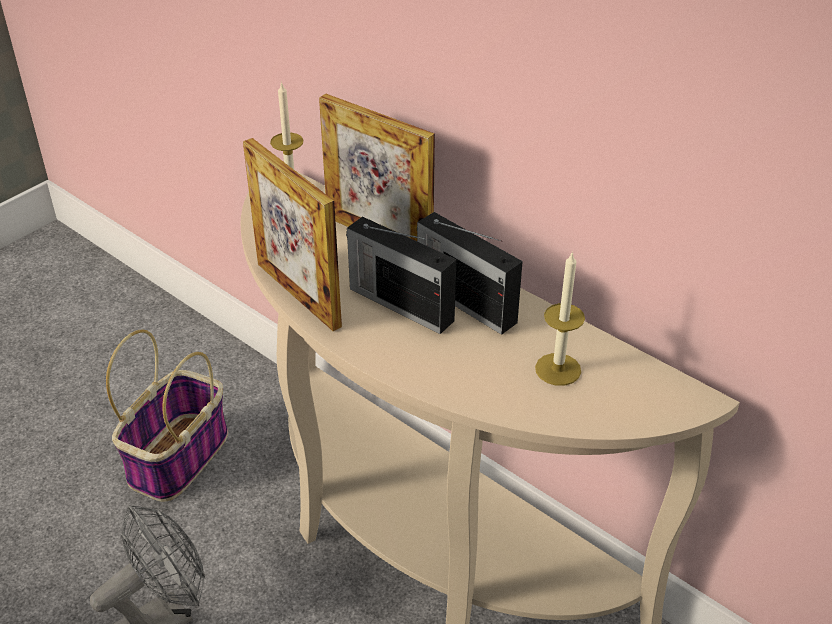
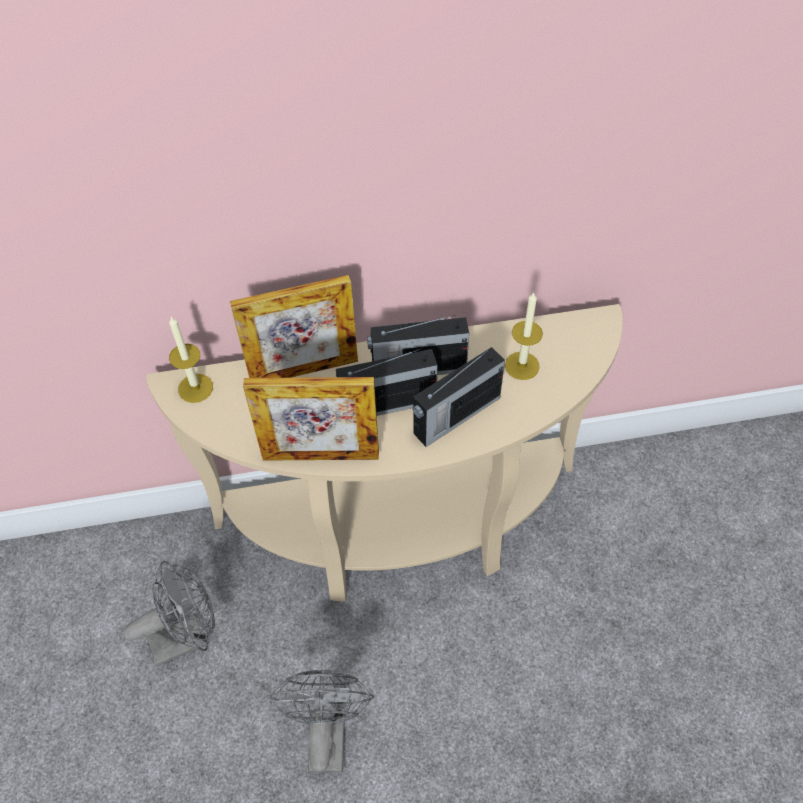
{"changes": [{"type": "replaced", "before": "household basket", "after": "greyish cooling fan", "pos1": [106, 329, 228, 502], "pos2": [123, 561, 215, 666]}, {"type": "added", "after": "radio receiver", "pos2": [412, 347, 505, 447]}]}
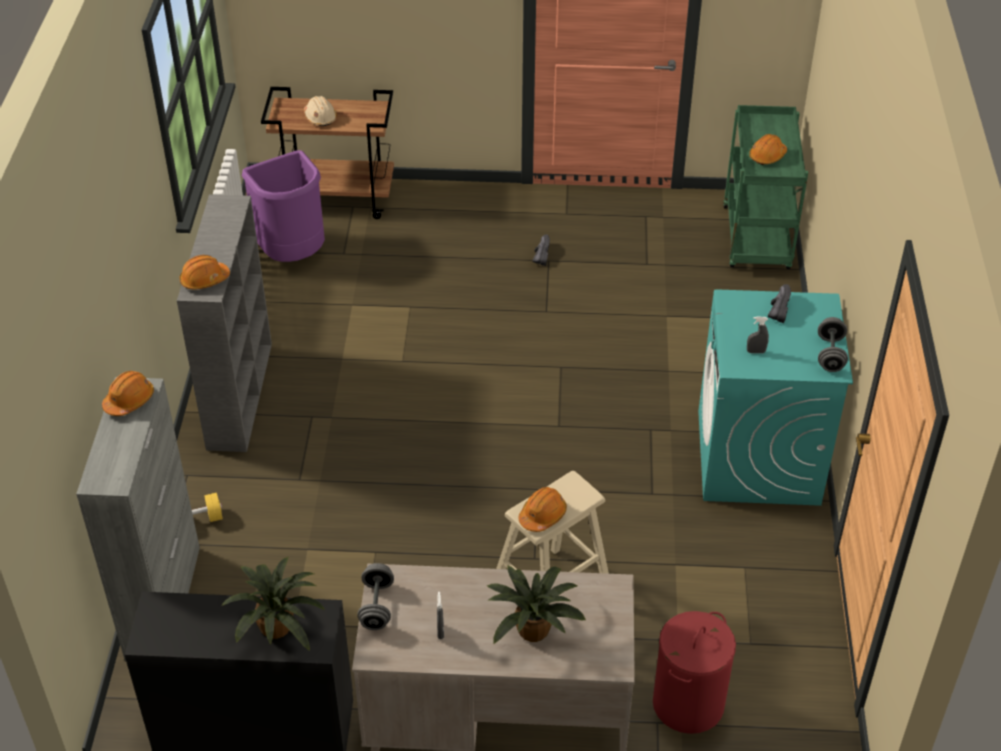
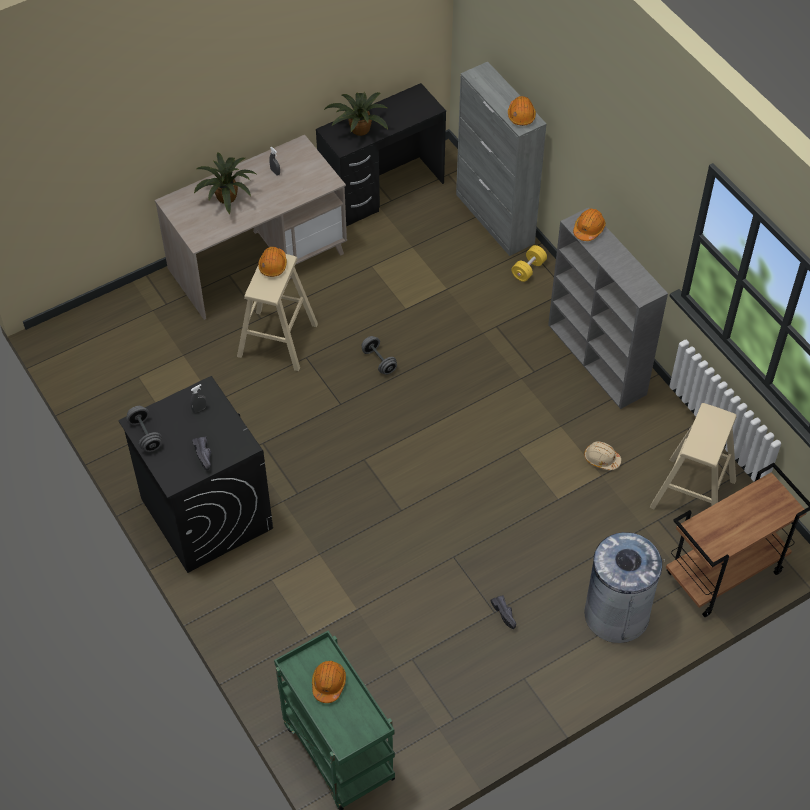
{"changes": [{"type": "moved", "before": "sand-coloured work helmet", "pos1": [304, 96, 337, 126], "pos2": [584, 441, 621, 470]}, {"type": "replaced", "before": "purple rubbish bin", "after": "sand-coloured stool", "pos1": [242, 150, 325, 262], "pos2": [650, 403, 737, 509]}, {"type": "recoloured", "before": "blue-green laundry appliance", "after": "blackish laundry appliance", "pos1": [698, 289, 853, 506], "pos2": [118, 376, 273, 573]}, {"type": "moved", "before": "greyish dumbbell", "pos1": [358, 563, 394, 630], "pos2": [361, 336, 397, 375]}, {"type": "removed", "before": "reddish washing basket", "pos1": [653, 611, 736, 734]}, {"type": "added", "after": "greyish rubbish bin", "pos2": [584, 532, 665, 643]}]}
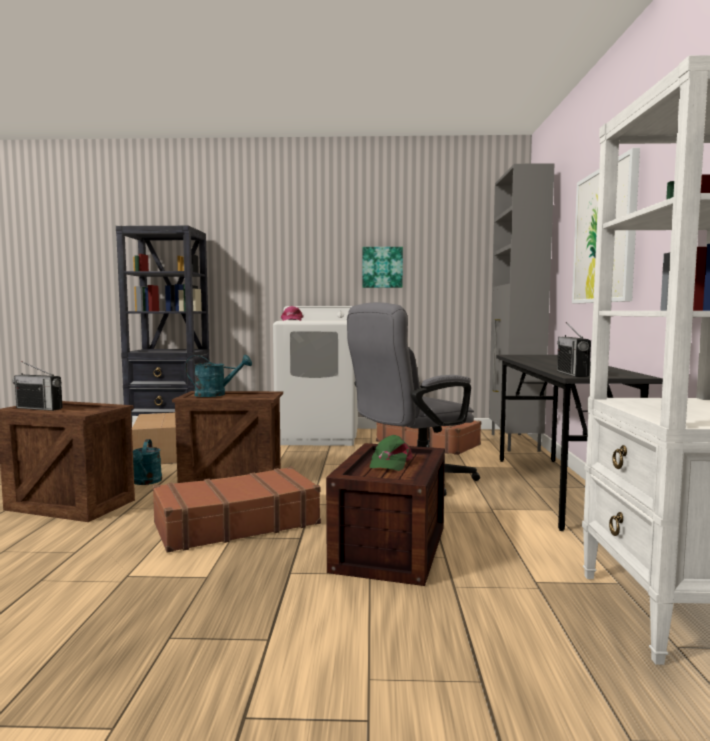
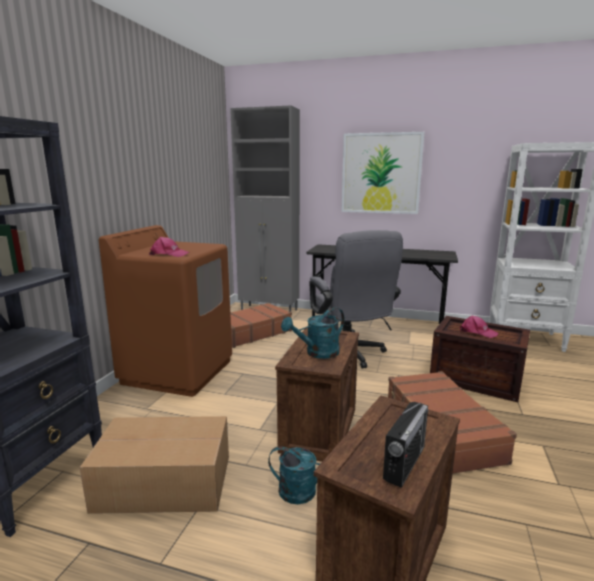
{"changes": [{"type": "removed", "before": "wall picture", "pos1": [362, 247, 403, 288]}, {"type": "recoloured", "before": "whitish laundry appliance", "after": "brown-coloured laundry appliance", "pos1": [273, 306, 358, 446], "pos2": [99, 225, 232, 397]}, {"type": "removed", "before": "radio receiver", "pos1": [557, 322, 591, 377]}, {"type": "turned", "before": "blue-green sprinkling can", "pos1": [185, 355, 252, 397], "pos2": [281, 307, 344, 359], "turn": -135}, {"type": "recoloured", "before": "green baseball cap", "after": "pink-coloured baseball cap", "pos1": [370, 435, 413, 471], "pos2": [460, 316, 498, 338]}]}
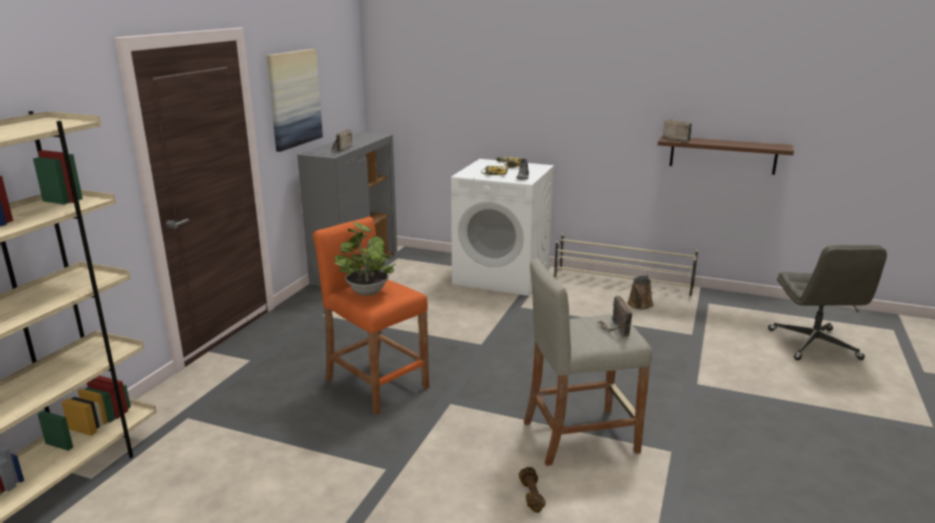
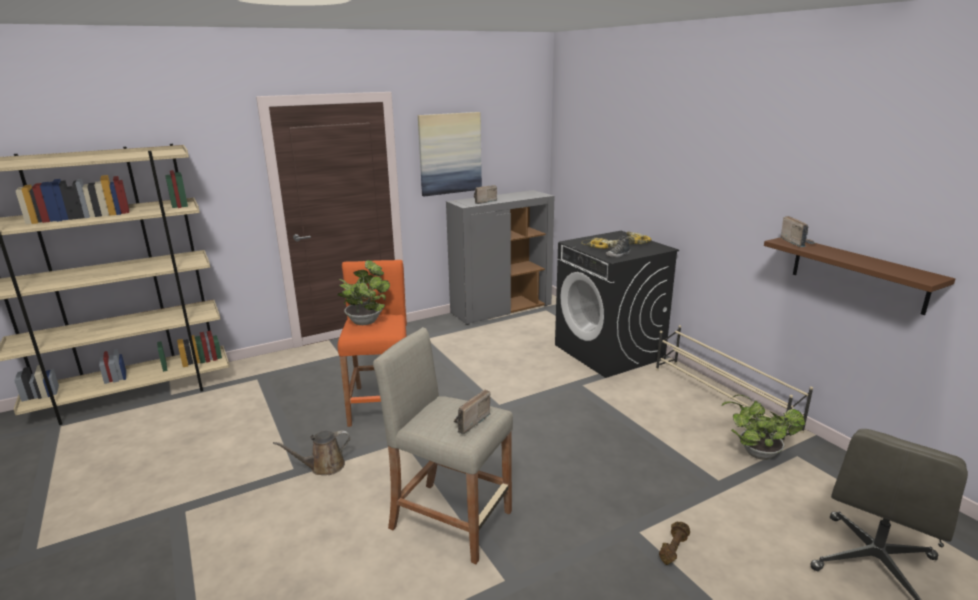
{"changes": [{"type": "recoloured", "before": "whitish laundry appliance", "after": "blackish laundry appliance", "pos1": [451, 159, 554, 296], "pos2": [555, 231, 679, 378]}, {"type": "moved", "before": "brown-coloured sprinkling can", "pos1": [627, 274, 653, 309], "pos2": [273, 430, 350, 475]}, {"type": "moved", "before": "brown-coloured dumbbell", "pos1": [519, 467, 546, 513], "pos2": [659, 522, 690, 565]}, {"type": "added", "after": "houseplant", "pos2": [721, 395, 805, 460]}]}
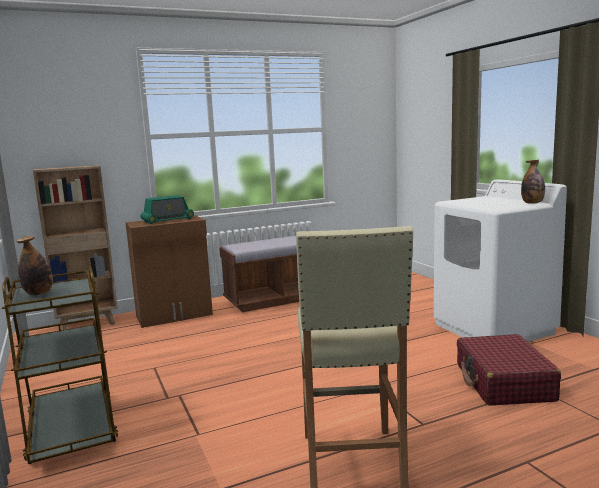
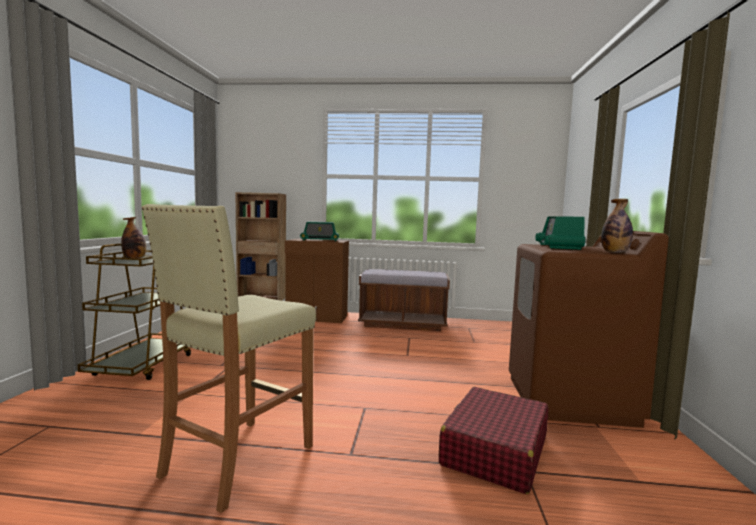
{"changes": [{"type": "recoloured", "before": "whitish laundry appliance", "after": "brown-coloured laundry appliance", "pos1": [434, 179, 567, 342], "pos2": [509, 231, 669, 428]}, {"type": "added", "after": "radio receiver", "pos2": [535, 216, 585, 250]}]}
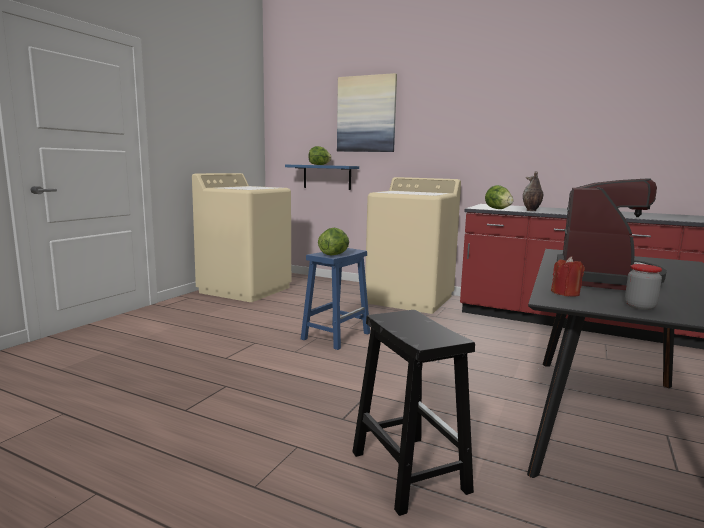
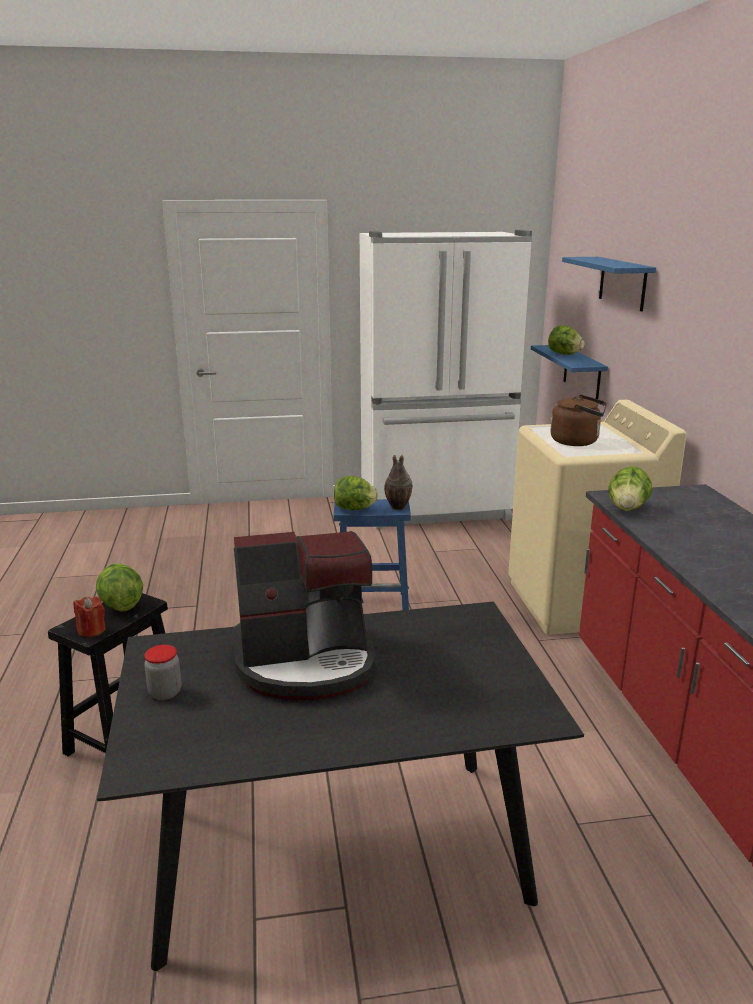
{"changes": [{"type": "replaced", "before": "wall picture", "after": "bluish shelf", "pos1": [337, 73, 397, 152], "pos2": [562, 257, 656, 312]}, {"type": "moved", "before": "flower vase", "pos1": [523, 172, 543, 211], "pos2": [384, 455, 413, 510]}, {"type": "replaced", "before": "sand-coloured laundry appliance", "after": "whitish fridge", "pos1": [192, 173, 291, 302], "pos2": [360, 230, 532, 529]}, {"type": "moved", "before": "reddish candle", "pos1": [551, 256, 585, 297], "pos2": [74, 596, 106, 637]}, {"type": "added", "after": "brown-coloured tea kettle", "pos2": [550, 394, 607, 446]}, {"type": "added", "after": "head of lettuce", "pos2": [96, 563, 143, 612]}]}
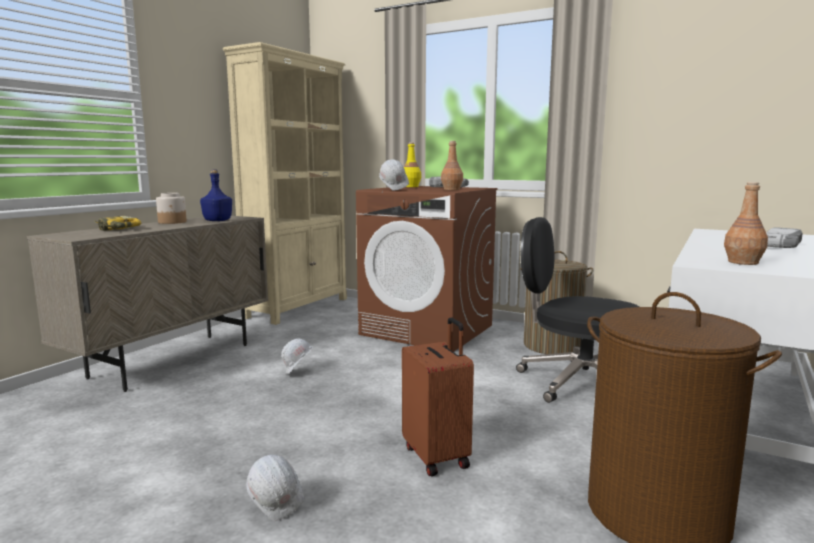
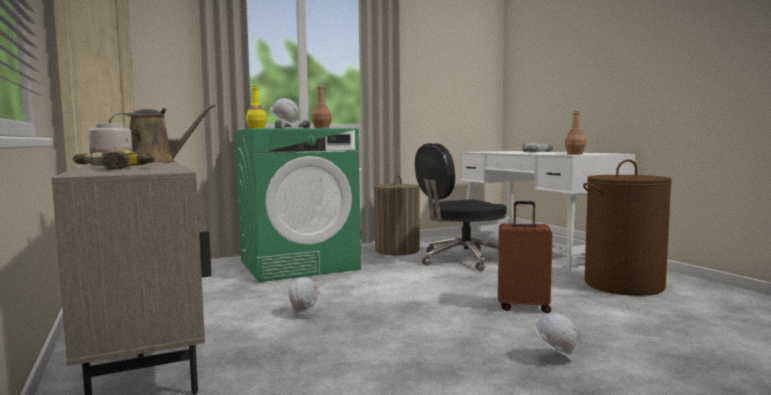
{"changes": [{"type": "replaced", "before": "bluish bottle", "after": "brown-coloured sprinkling can", "pos1": [200, 169, 232, 221], "pos2": [109, 104, 215, 163]}, {"type": "recoloured", "before": "brown-coloured laundry appliance", "after": "green laundry appliance", "pos1": [356, 186, 498, 352], "pos2": [235, 128, 361, 282]}]}
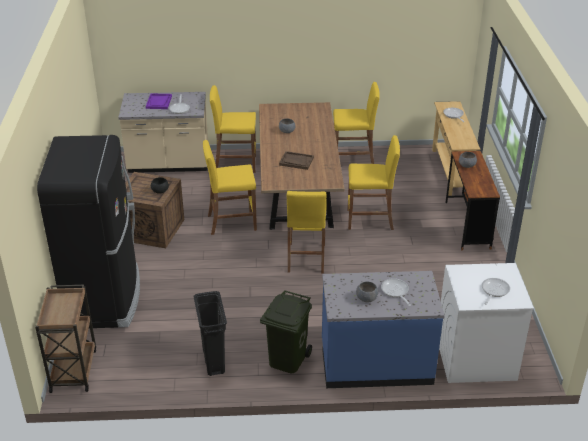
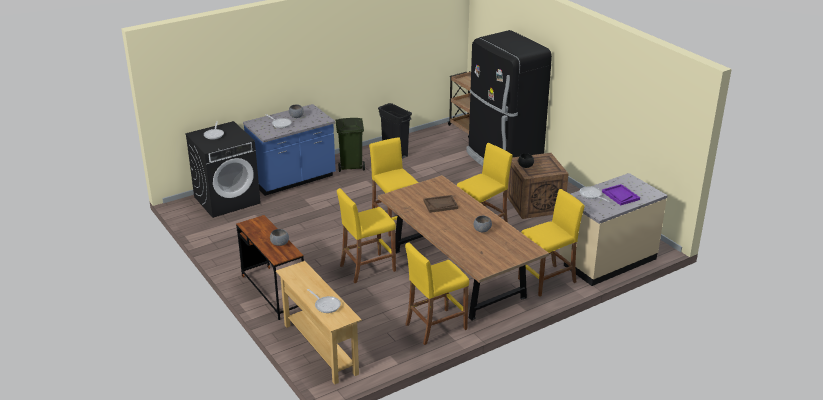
{"changes": [{"type": "recoloured", "before": "whitish laundry appliance", "after": "blackish laundry appliance", "pos1": [439, 263, 534, 383], "pos2": [185, 121, 261, 218]}]}
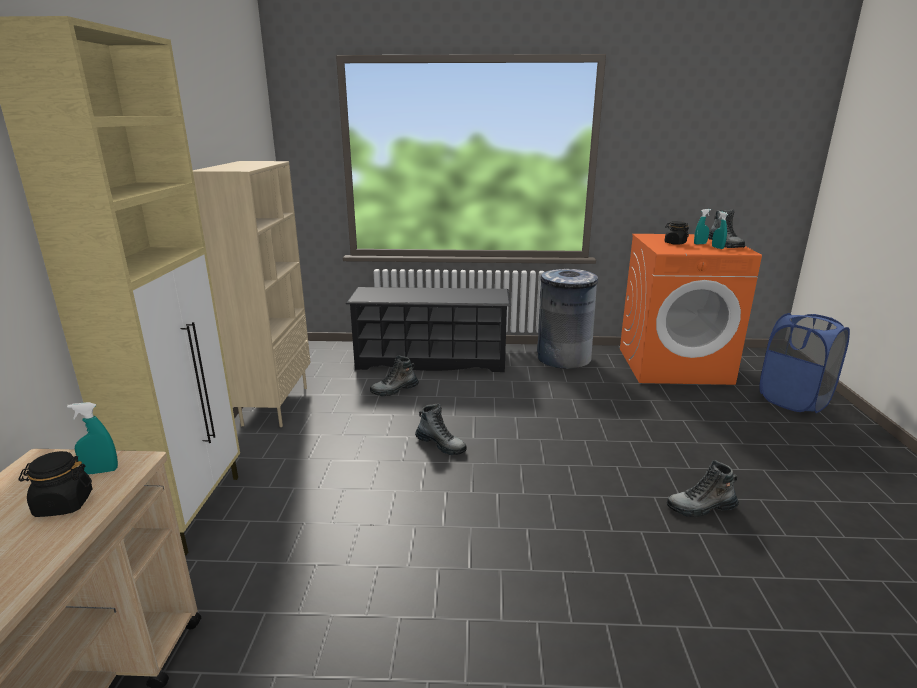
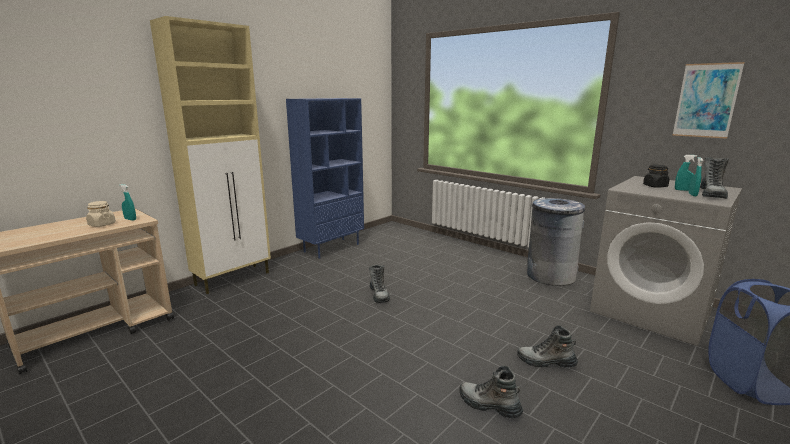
{"changes": [{"type": "recoloured", "before": "sand-coloured shelving unit", "after": "bluish shelving unit", "pos1": [193, 161, 311, 427], "pos2": [286, 98, 364, 258]}, {"type": "recoloured", "before": "orange laundry appliance", "after": "greyish laundry appliance", "pos1": [620, 234, 762, 385], "pos2": [590, 176, 742, 346]}, {"type": "removed", "before": "blackish shoe rack", "pos1": [346, 287, 511, 372]}, {"type": "moved", "before": "boot", "pos1": [370, 355, 419, 396], "pos2": [517, 325, 578, 368]}, {"type": "recoloured", "before": "blackish jar", "after": "sand-coloured jar", "pos1": [18, 451, 93, 517], "pos2": [86, 201, 116, 227]}, {"type": "added", "after": "wall picture", "pos2": [673, 62, 745, 139]}]}
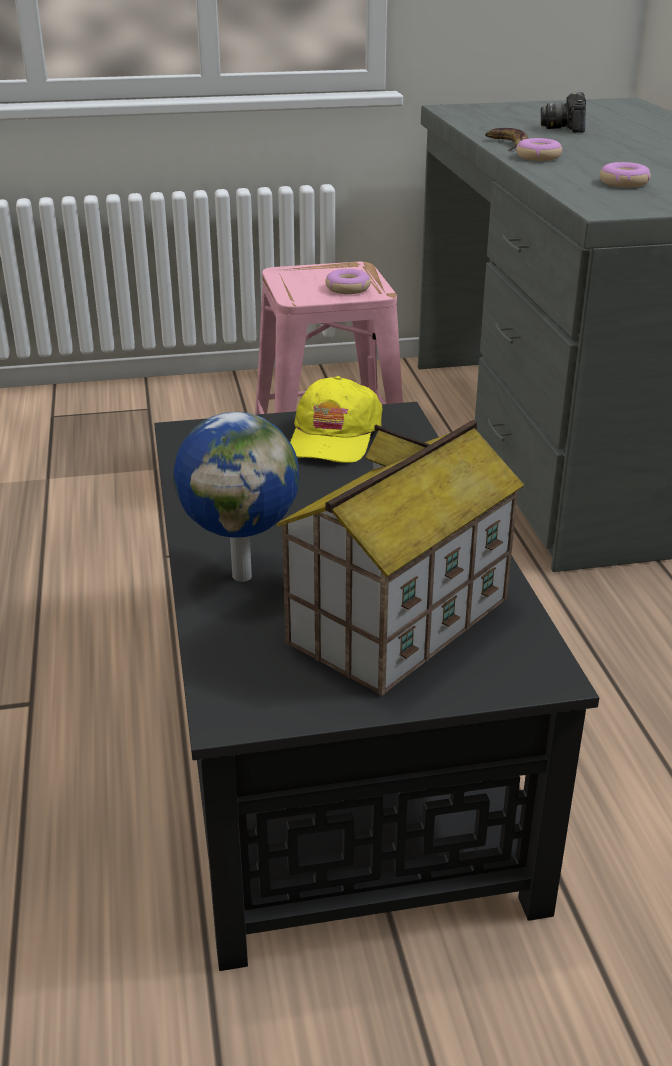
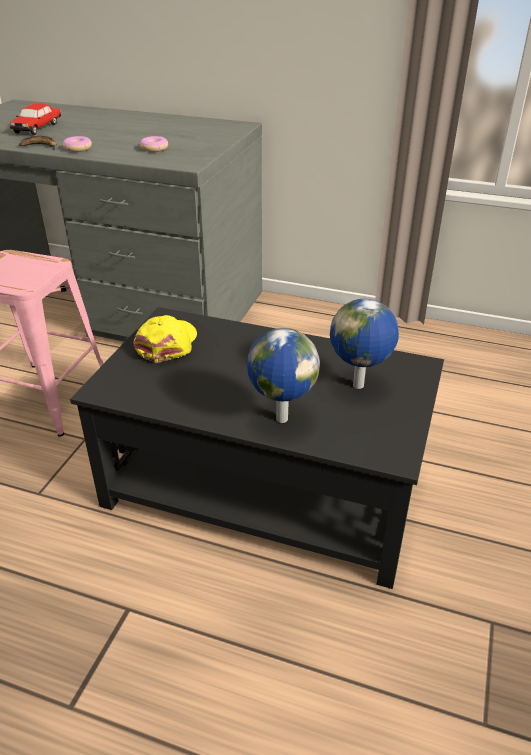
{"changes": [{"type": "replaced", "before": "photo camera", "after": "toy car", "pos1": [541, 92, 586, 133], "pos2": [10, 103, 61, 135]}, {"type": "removed", "before": "donut", "pos1": [325, 269, 371, 294]}, {"type": "turned", "before": "yellow-coloured baseball cap", "pos1": [290, 376, 382, 463], "pos2": [133, 315, 197, 363], "turn": -120}, {"type": "replaced", "before": "model house", "after": "desk globe", "pos1": [276, 420, 524, 696], "pos2": [330, 299, 399, 389]}]}
